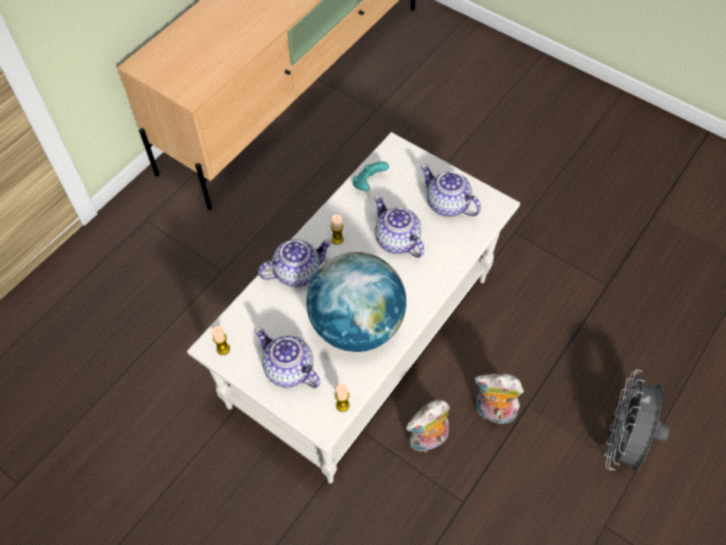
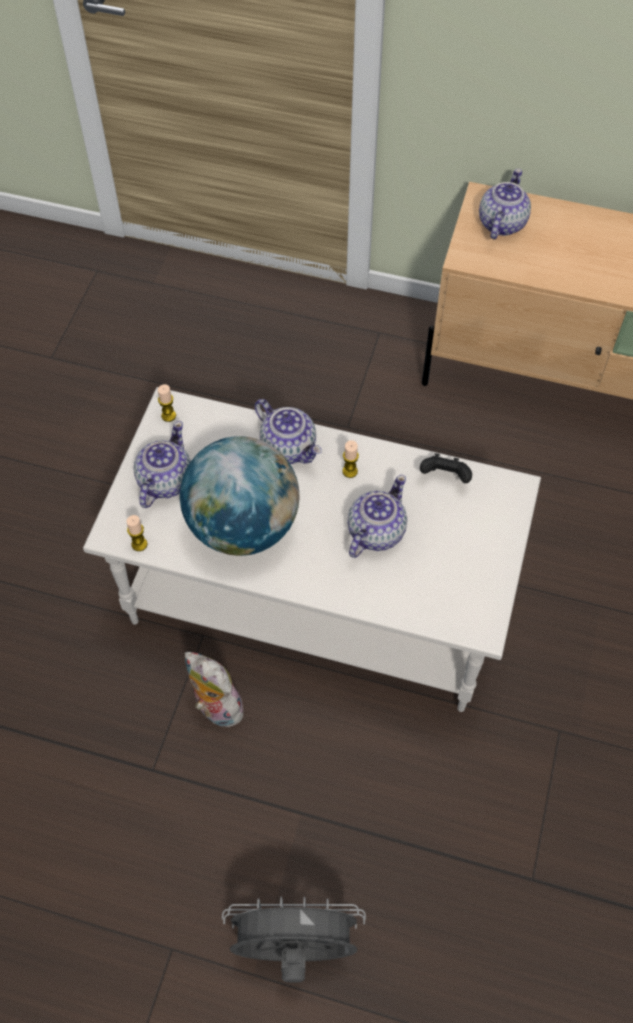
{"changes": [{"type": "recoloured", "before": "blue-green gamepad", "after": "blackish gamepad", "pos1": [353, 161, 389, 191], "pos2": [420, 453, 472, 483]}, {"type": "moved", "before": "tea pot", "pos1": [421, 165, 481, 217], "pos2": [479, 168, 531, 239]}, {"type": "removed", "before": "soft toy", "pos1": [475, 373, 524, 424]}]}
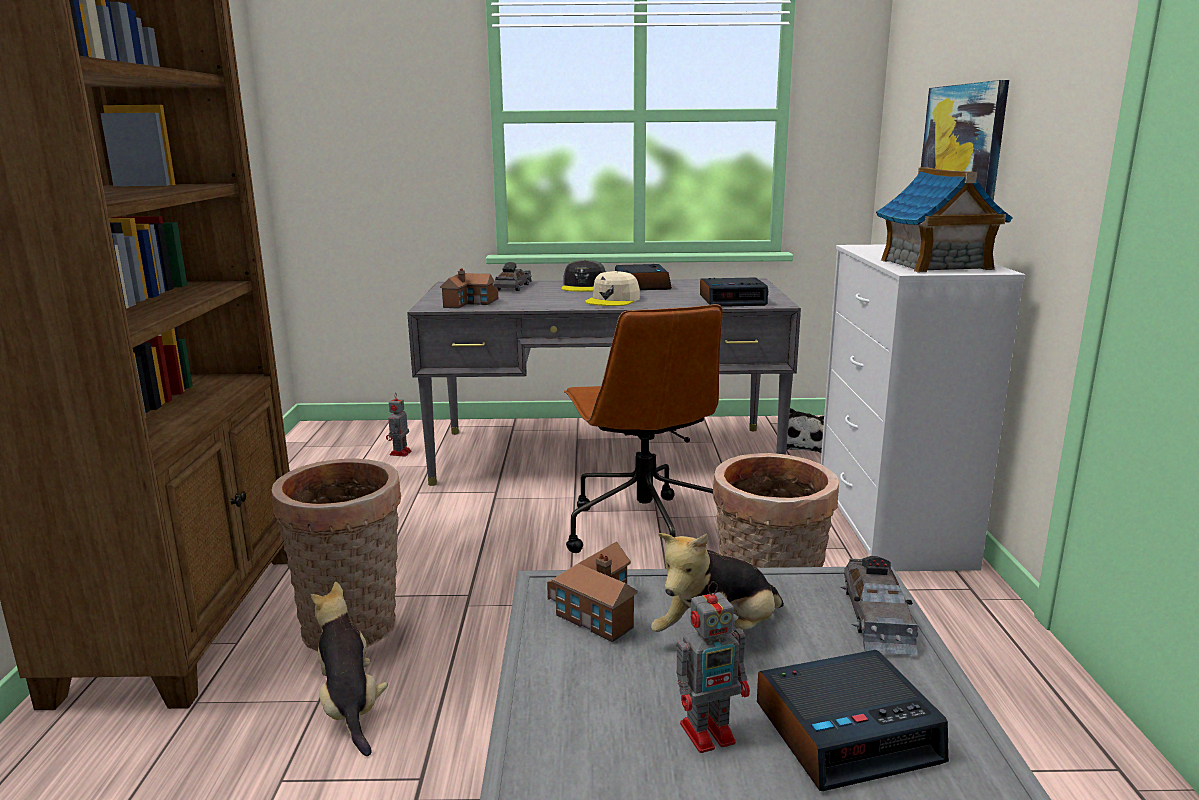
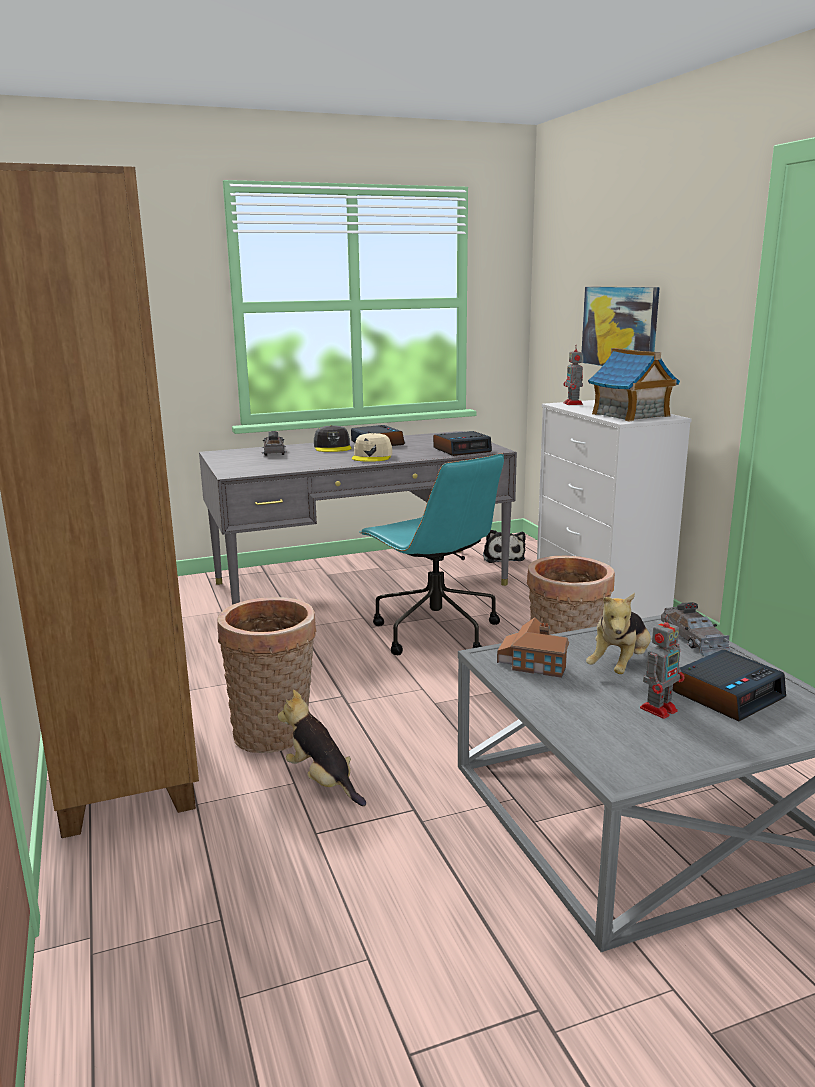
{"changes": [{"type": "removed", "before": "model house", "pos1": [440, 268, 498, 309]}, {"type": "recoloured", "before": "brown-coloured desk chair", "after": "blue-green desk chair", "pos1": [564, 304, 723, 553], "pos2": [359, 453, 504, 655]}, {"type": "moved", "before": "robot figure", "pos1": [386, 394, 412, 457], "pos2": [564, 345, 583, 405]}]}
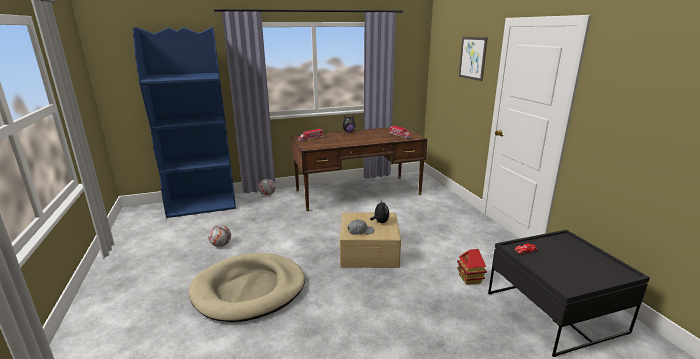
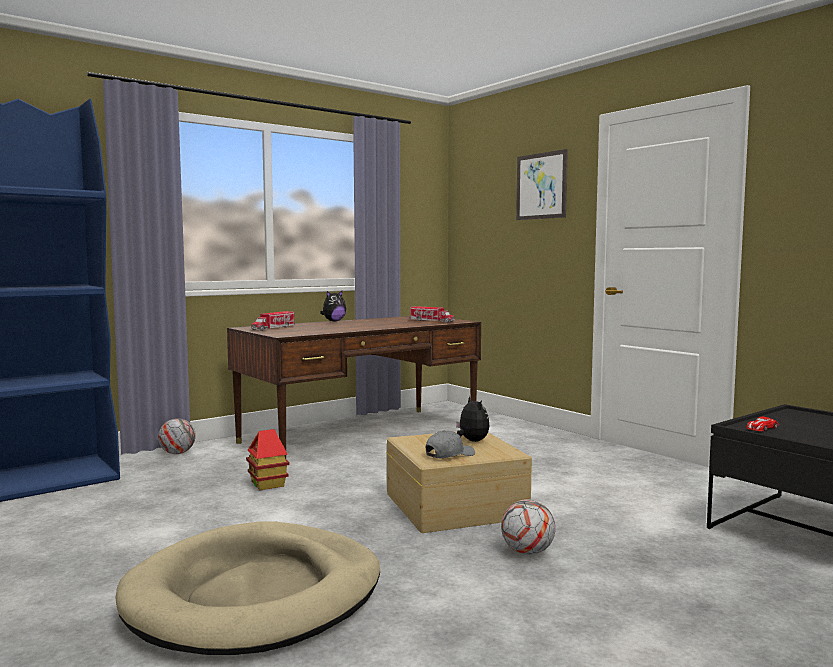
{"changes": [{"type": "moved", "before": "ball for football", "pos1": [208, 225, 231, 247], "pos2": [501, 499, 555, 555]}, {"type": "moved", "before": "model house", "pos1": [457, 249, 487, 285], "pos2": [246, 429, 290, 490]}]}
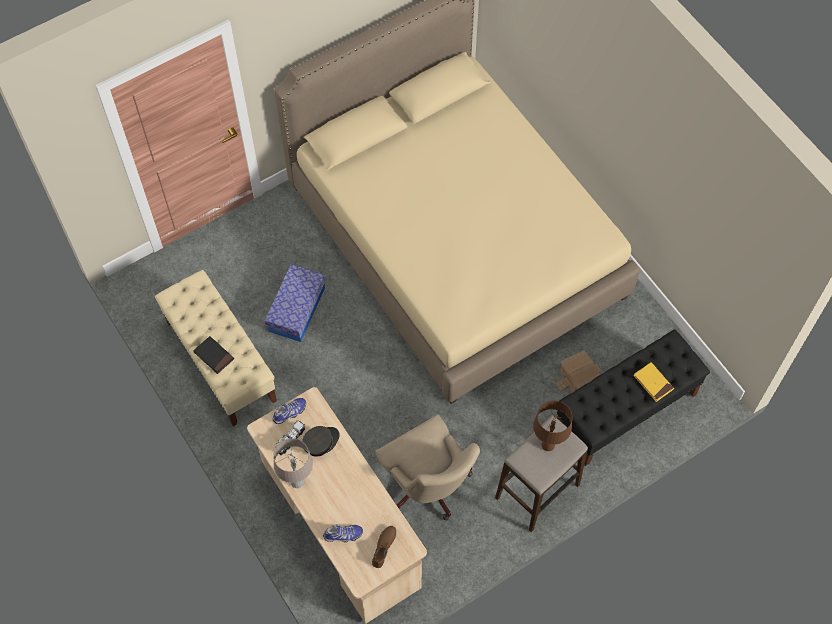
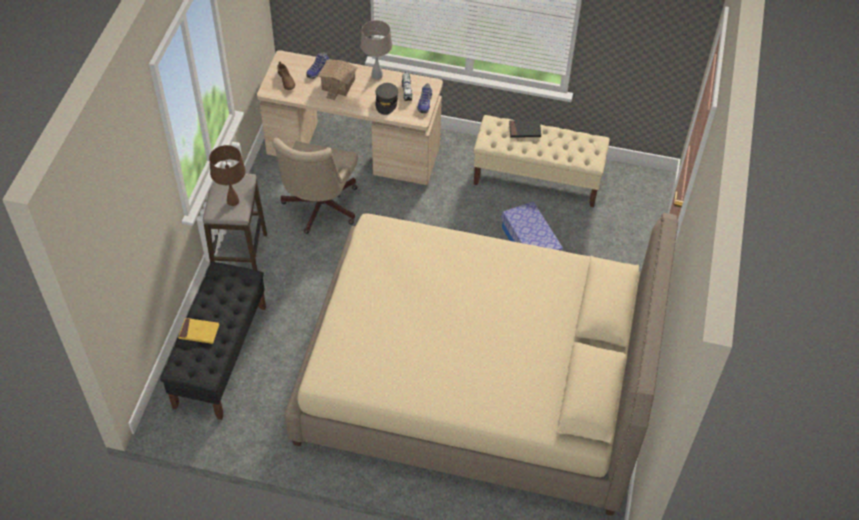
{"changes": [{"type": "moved", "before": "model house", "pos1": [556, 350, 601, 393], "pos2": [318, 59, 358, 100]}, {"type": "turned", "before": "sand-coloured desk chair", "pos1": [375, 414, 480, 520], "pos2": [272, 138, 358, 234], "turn": -90}]}
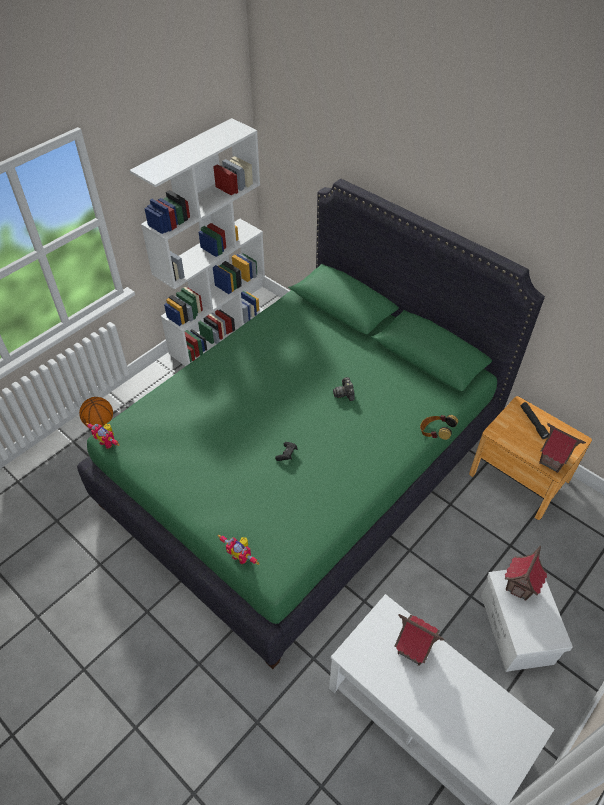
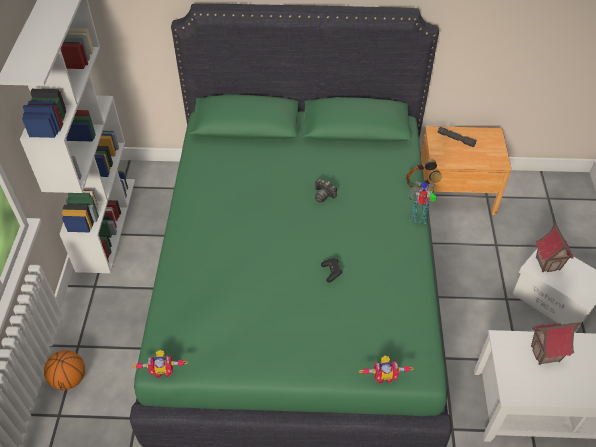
{"changes": [{"type": "removed", "before": "model house", "pos1": [539, 423, 586, 473]}, {"type": "added", "after": "robot figure", "pos2": [409, 181, 437, 224]}]}
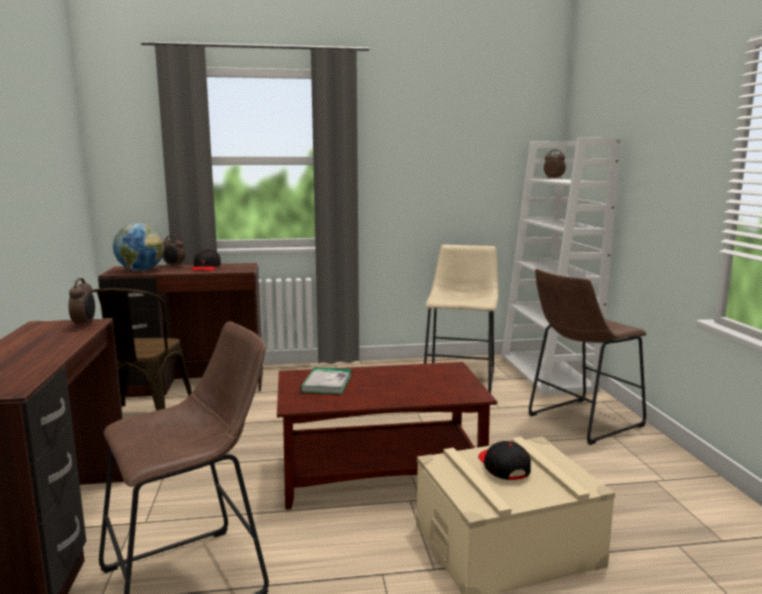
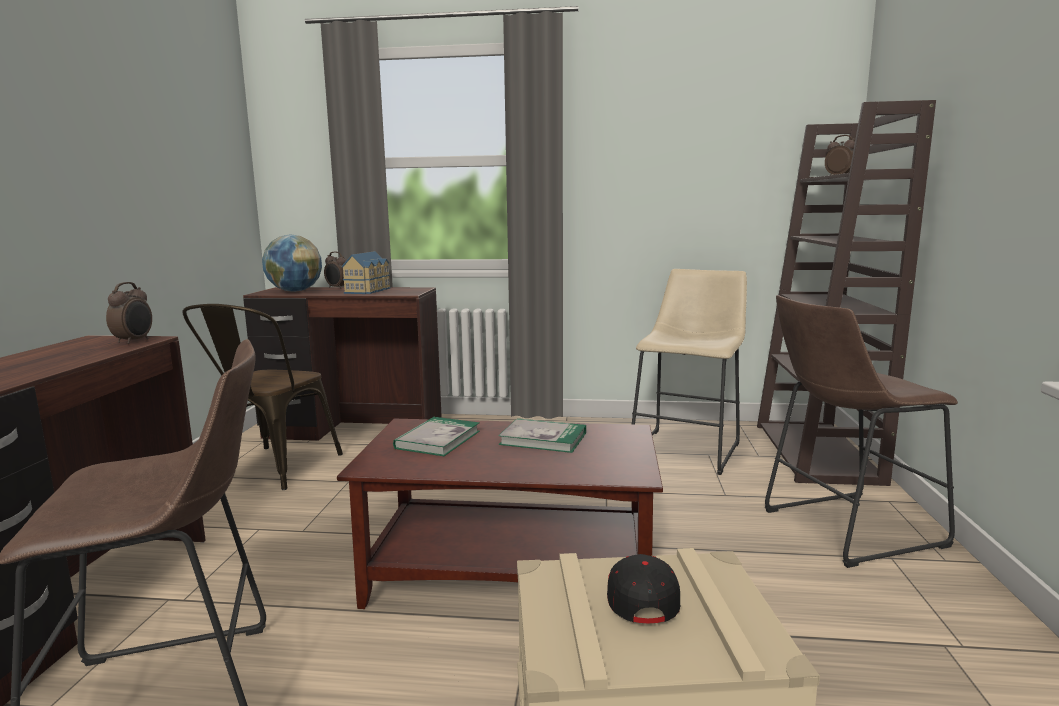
{"changes": [{"type": "recoloured", "before": "whitish shelving unit", "after": "brown-coloured shelving unit", "pos1": [501, 137, 621, 395], "pos2": [757, 100, 936, 486]}, {"type": "replaced", "before": "blackish baseball cap", "after": "model house", "pos1": [192, 249, 221, 271], "pos2": [341, 251, 391, 294]}, {"type": "added", "after": "bound book", "pos2": [498, 418, 586, 453]}]}
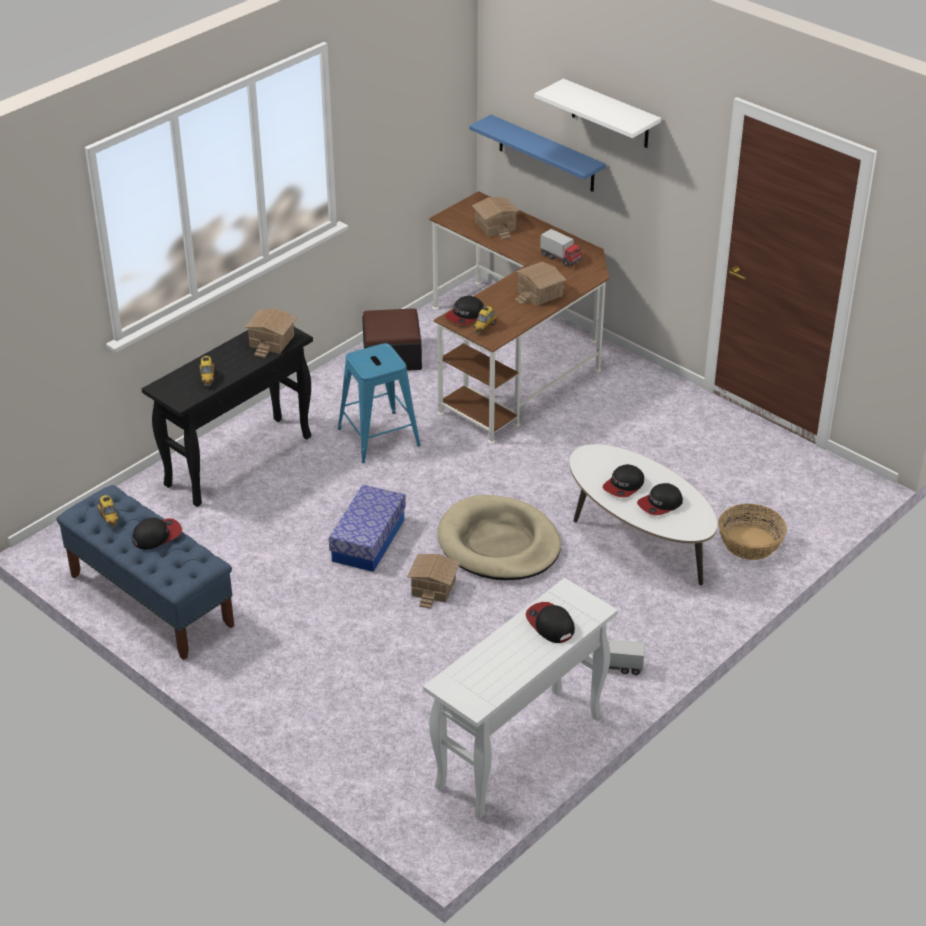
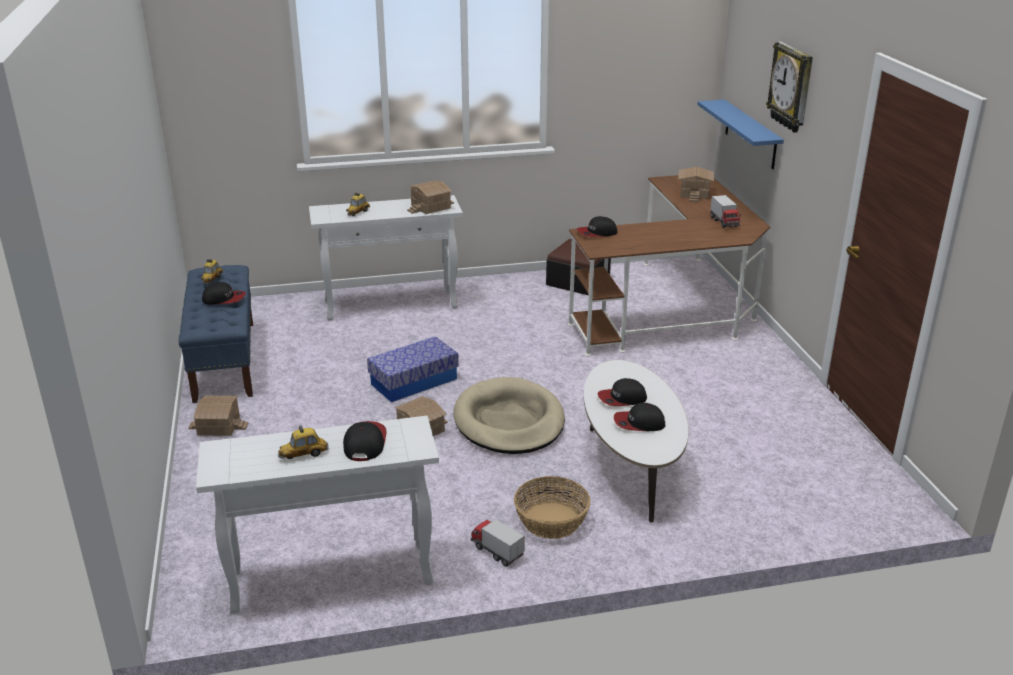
{"changes": [{"type": "replaced", "before": "whitish shelf", "after": "clock on the wall", "pos1": [534, 79, 661, 148], "pos2": [766, 42, 813, 133]}, {"type": "moved", "before": "model house", "pos1": [515, 262, 566, 306], "pos2": [188, 395, 249, 436]}, {"type": "moved", "before": "toy car", "pos1": [473, 306, 498, 334], "pos2": [278, 426, 329, 459]}, {"type": "recoloured", "before": "blackish console table", "after": "whitish console table", "pos1": [142, 327, 313, 507], "pos2": [309, 195, 463, 320]}, {"type": "removed", "before": "bluish stool", "pos1": [338, 343, 421, 463]}, {"type": "moved", "before": "household basket", "pos1": [718, 504, 787, 560], "pos2": [514, 476, 590, 539]}]}
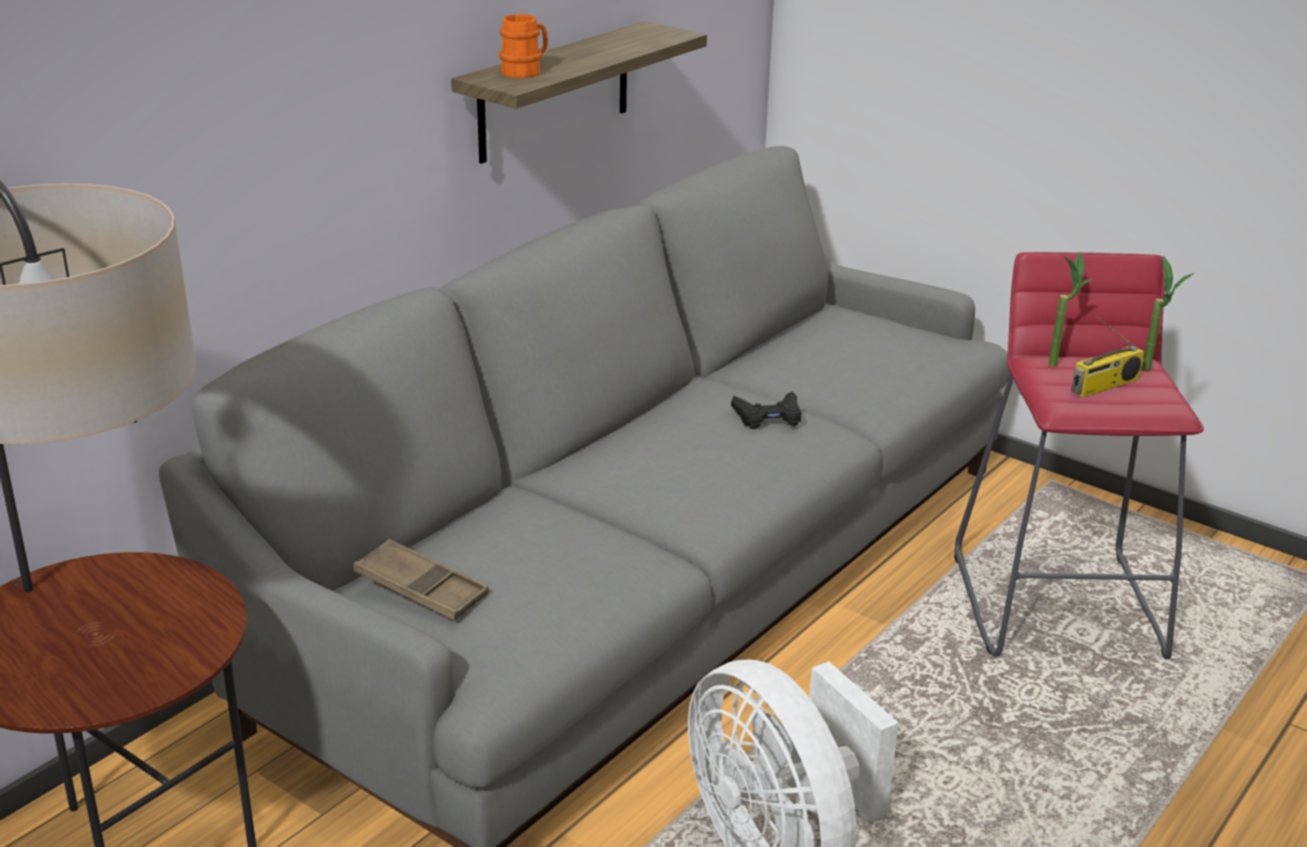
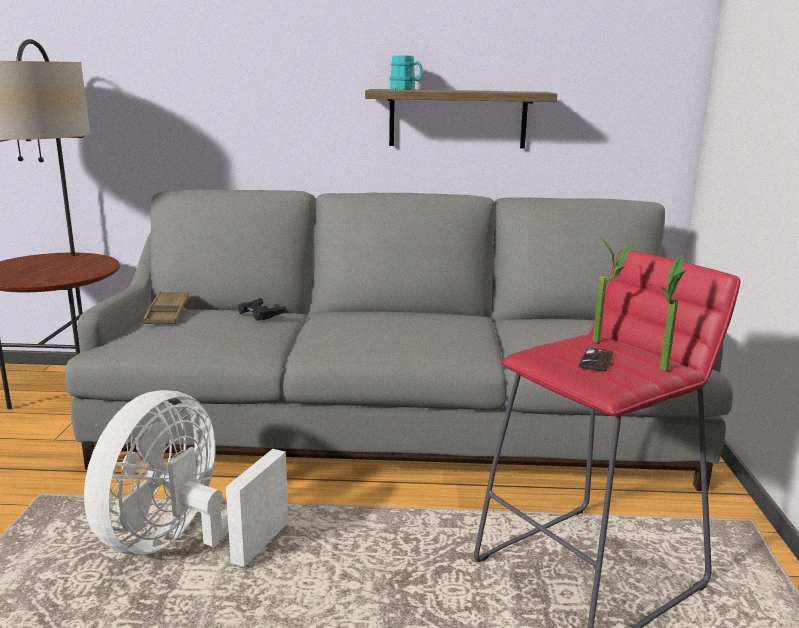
{"changes": [{"type": "recoloured", "before": "orange coffee mug", "after": "blue-green coffee mug", "pos1": [499, 14, 548, 78], "pos2": [390, 55, 423, 90]}, {"type": "replaced", "before": "radio receiver", "after": "telephone", "pos1": [1071, 315, 1144, 397], "pos2": [579, 347, 613, 371]}, {"type": "moved", "before": "blackish gamepad", "pos1": [731, 392, 801, 429], "pos2": [238, 298, 286, 321]}]}
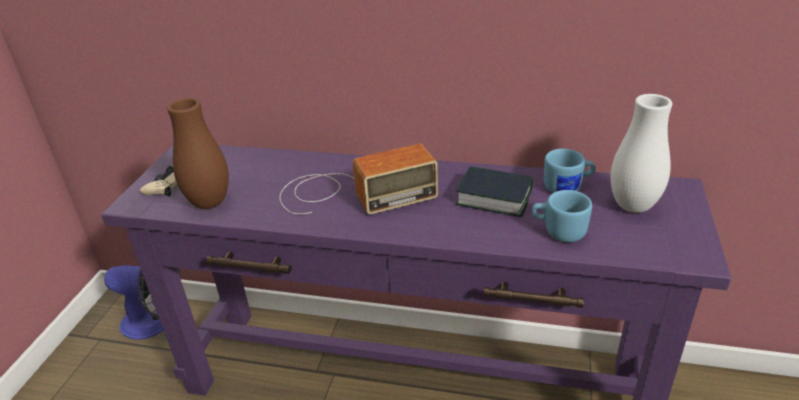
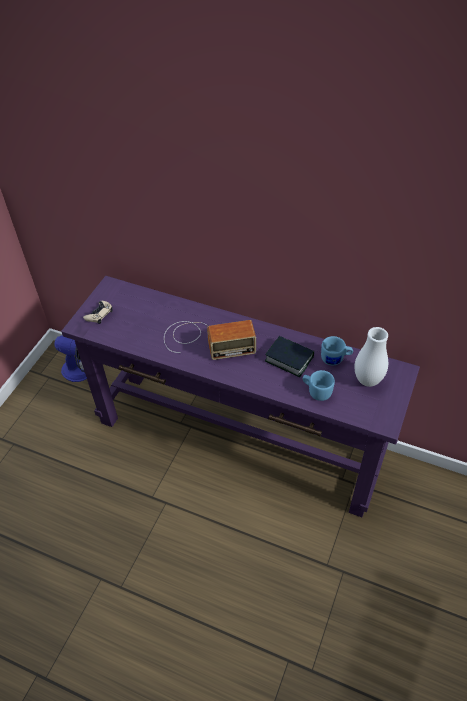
{"changes": [{"type": "removed", "before": "brown-coloured flower vase", "pos1": [167, 98, 229, 209]}]}
